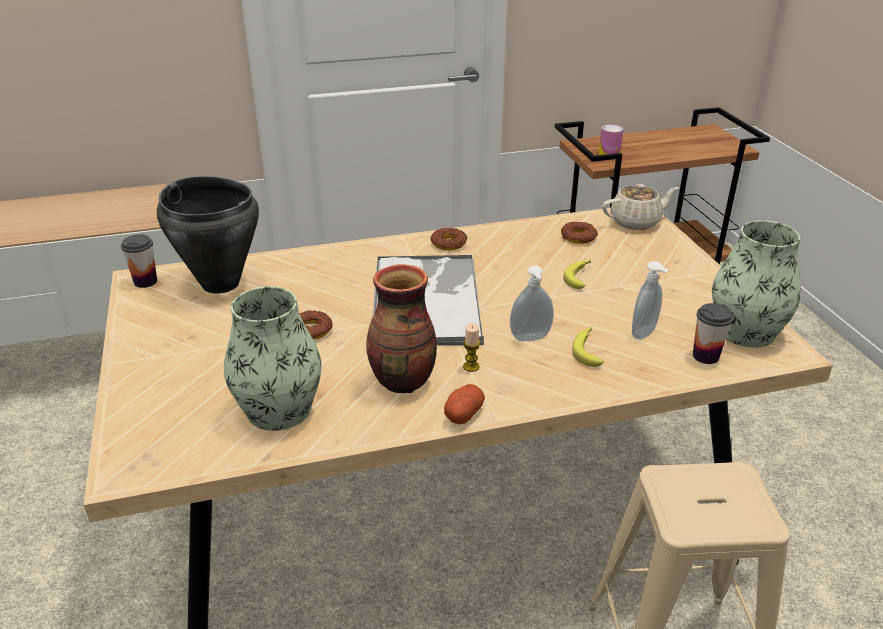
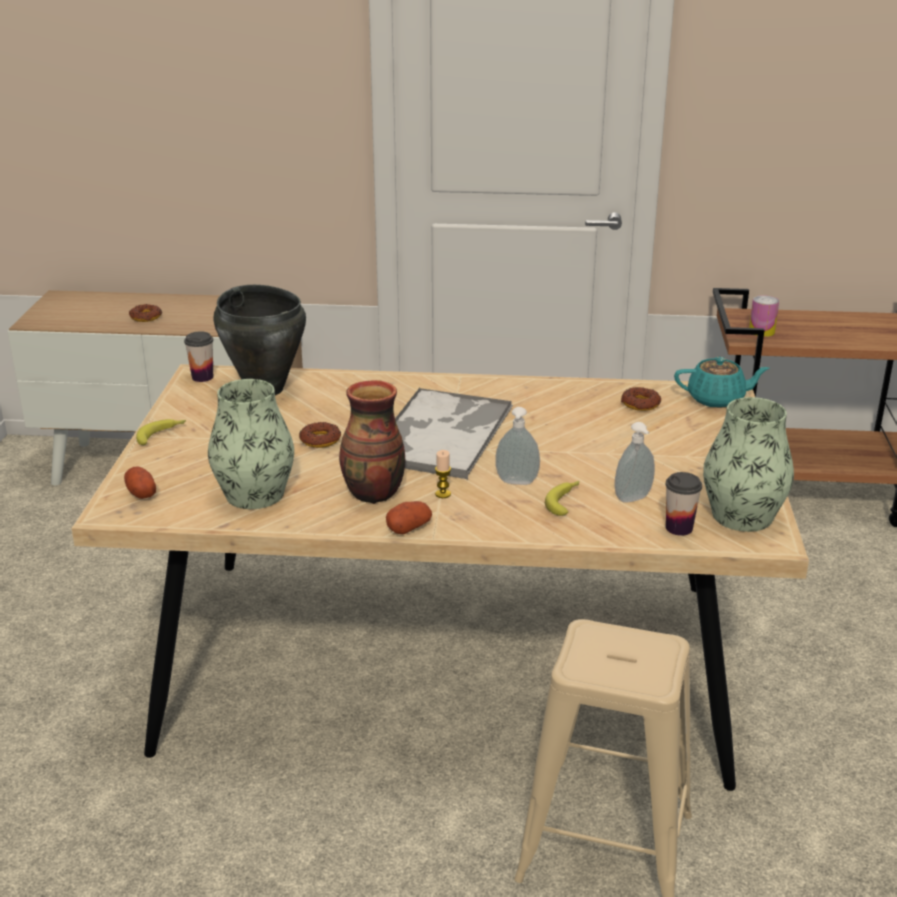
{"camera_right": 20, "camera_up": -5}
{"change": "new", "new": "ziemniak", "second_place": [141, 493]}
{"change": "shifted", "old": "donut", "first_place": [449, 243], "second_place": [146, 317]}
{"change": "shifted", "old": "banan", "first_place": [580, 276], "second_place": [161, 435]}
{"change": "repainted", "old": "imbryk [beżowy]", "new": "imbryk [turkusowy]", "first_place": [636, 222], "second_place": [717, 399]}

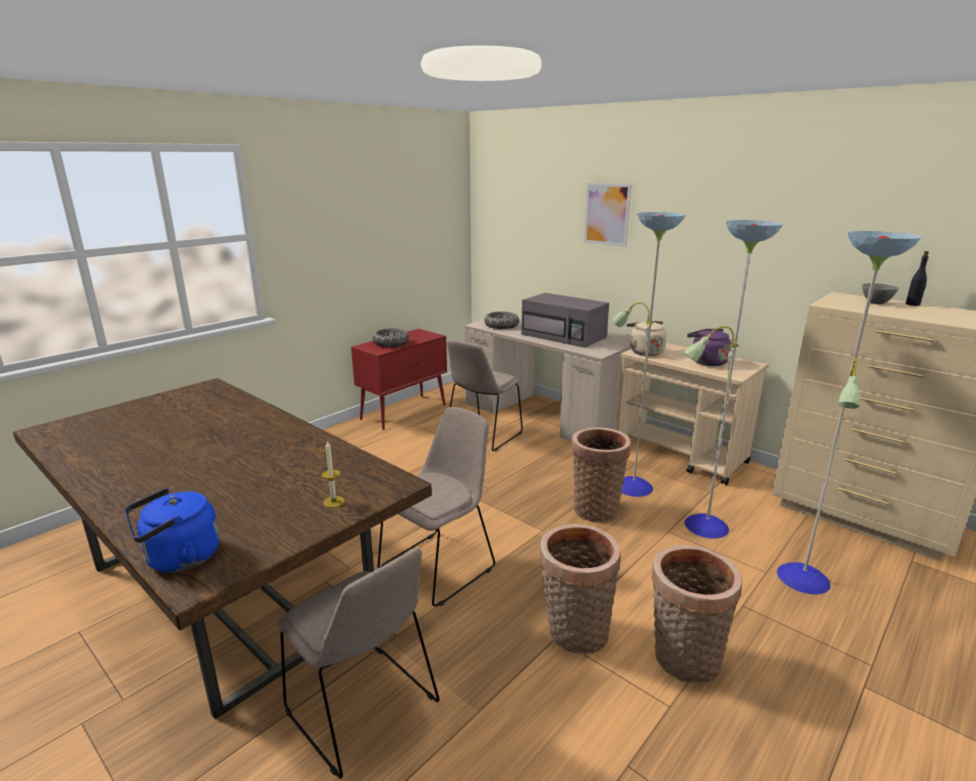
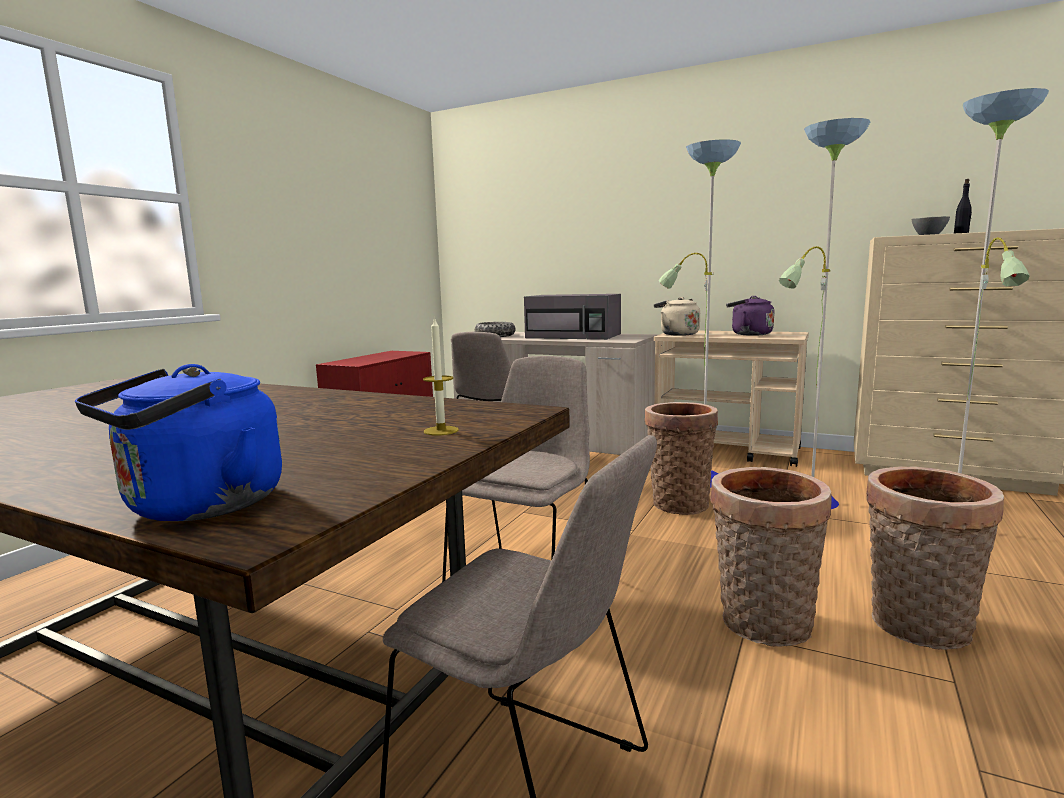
{"camera_right": -15, "camera_up": -10}
{"change": "gone", "old": "miska", "first_place": [391, 343]}
{"change": "gone", "old": "obraz", "first_place": [607, 214]}

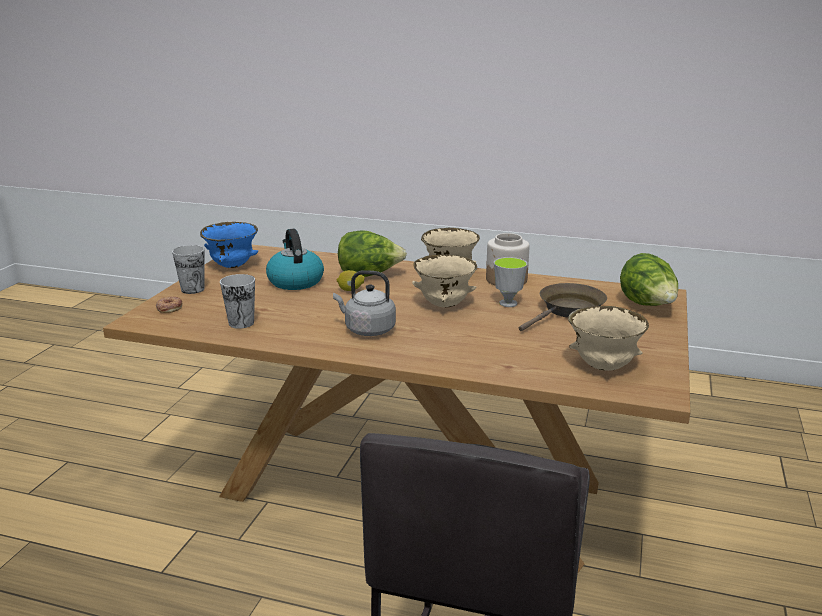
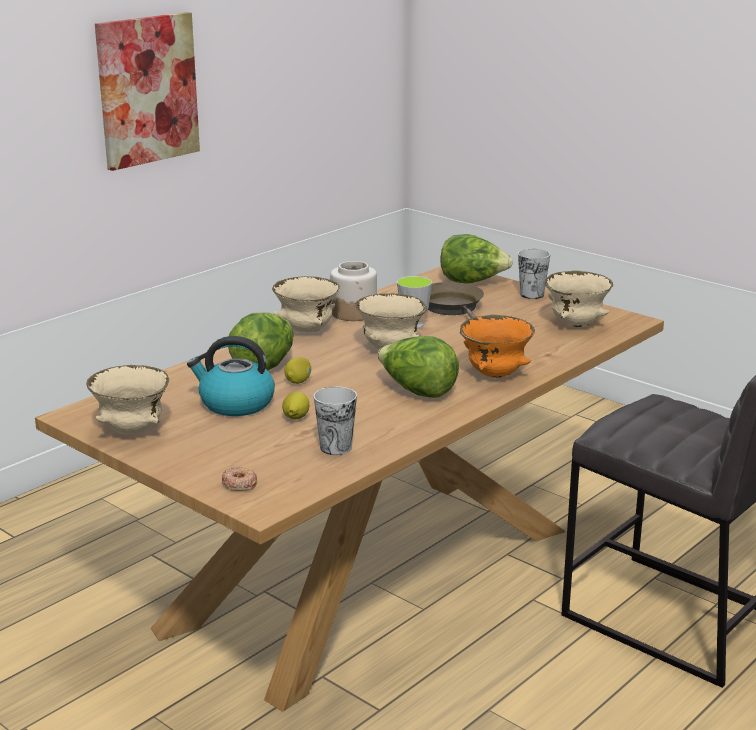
{"camera_right": -65, "camera_up": 0}
{"change": "repainted", "old": "miska [niebieski]", "new": "miska [beżowy]", "first_place": [231, 266], "second_place": [132, 431]}
{"change": "new", "new": "obraz", "second_place": [147, 90]}
{"change": "new", "new": "cytryna", "second_place": [295, 418]}
{"change": "swapped", "old": "czajnik [szary]", "new": "sałata", "first_place": [367, 330], "second_place": [417, 391]}
{"change": "new", "new": "miska [pomarańczowy]", "second_place": [494, 375]}
{"change": "shifted", "old": "filiżanka", "first_place": [192, 289], "second_place": [532, 295]}

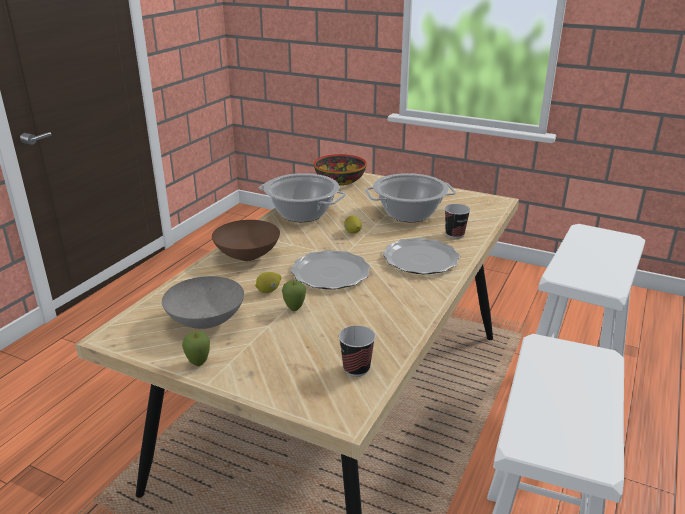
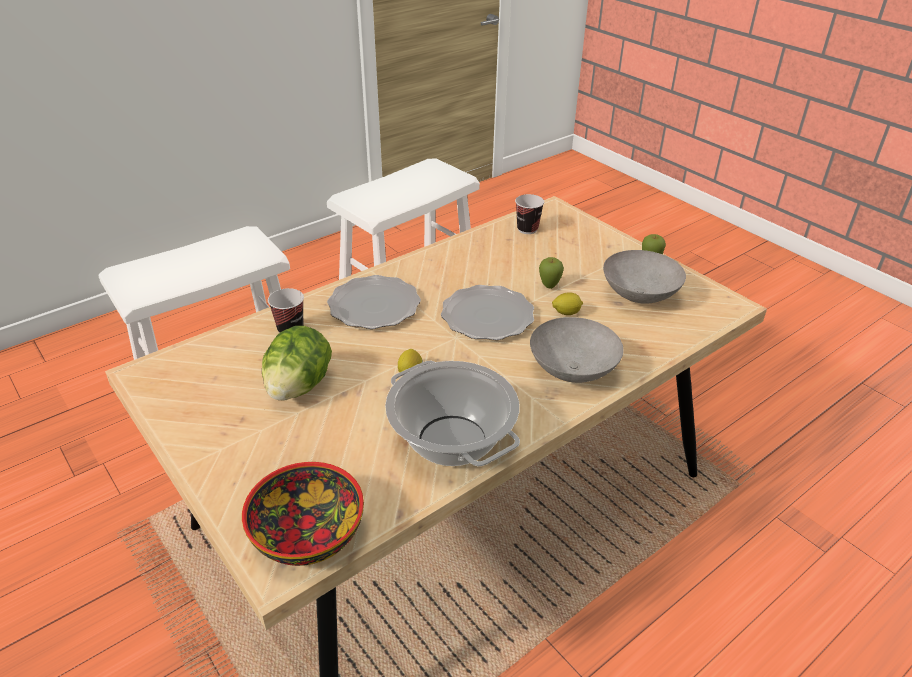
{"camera_right": -155, "camera_up": 10}
{"change": "swapped", "old": "garnek", "new": "sałata", "first_place": [408, 214], "second_place": [299, 386]}
{"change": "repainted", "old": "miska [brązowy]", "new": "miska [szary]", "first_place": [248, 256], "second_place": [572, 370]}

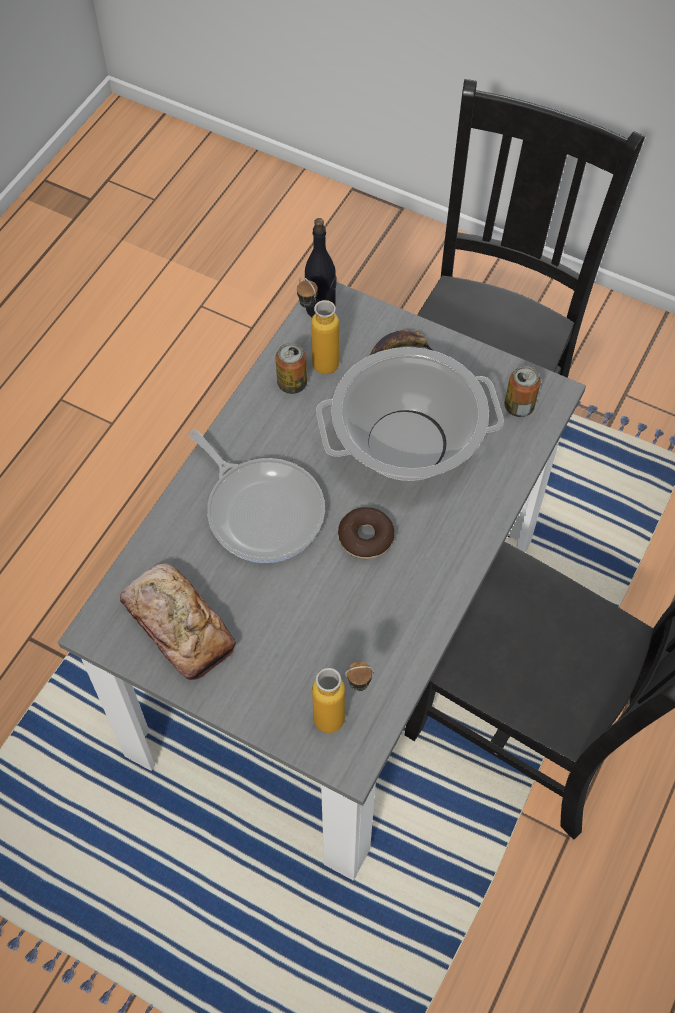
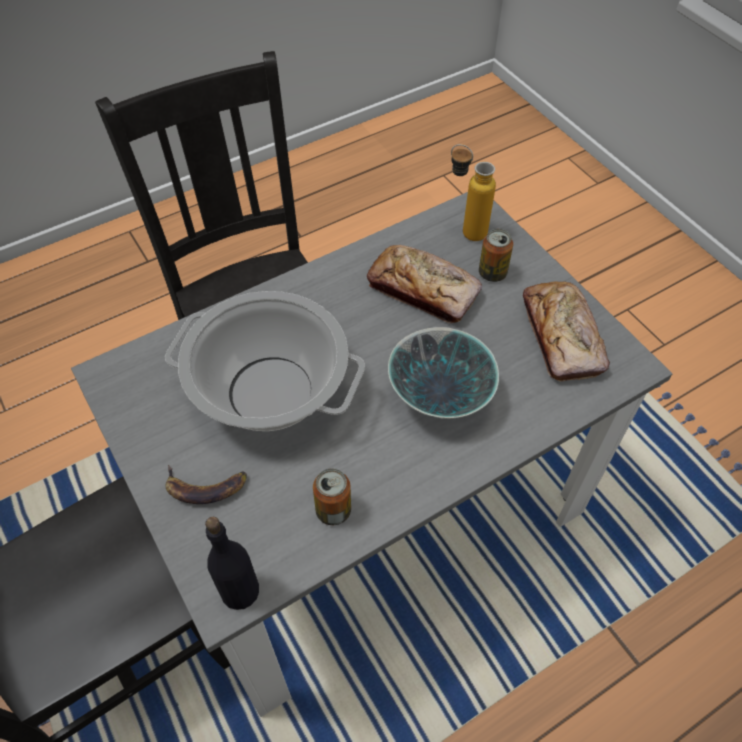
{"camera_right": -150, "camera_up": -5}
{"change": "new", "new": "chleb", "second_place": [423, 291]}
{"change": "swapped", "old": "patelnia", "new": "miska", "first_place": [262, 510], "second_place": [440, 397]}
{"change": "shifted", "old": "puszka", "first_place": [519, 406], "second_place": [492, 273]}
{"change": "gone", "old": "butelka", "first_place": [318, 358]}
{"change": "gone", "old": "donut", "first_place": [366, 538]}

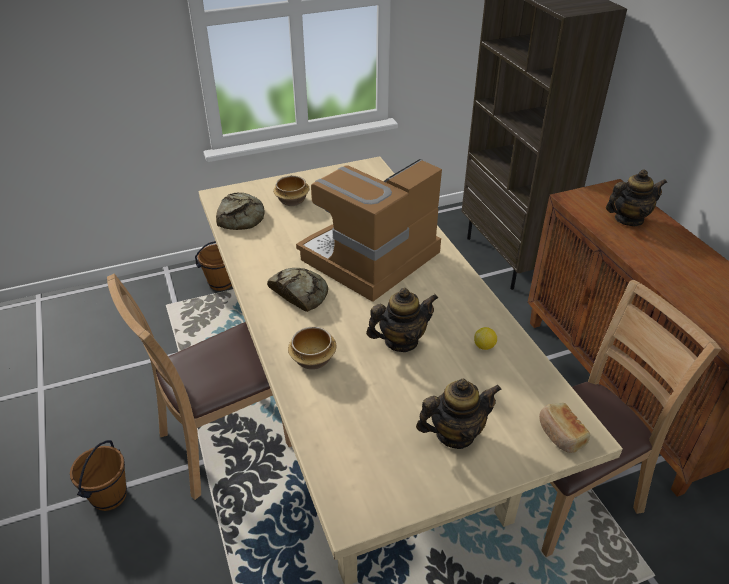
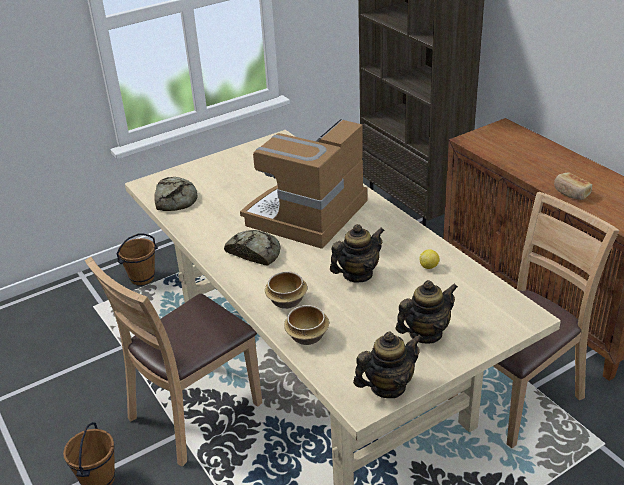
{"camera_right": -10, "camera_up": -5}
{"change": "shifted", "old": "miska", "first_place": [293, 201], "second_place": [308, 336]}
{"change": "shifted", "old": "imbryk", "first_place": [628, 219], "second_place": [387, 386]}
{"change": "shifted", "old": "chleb", "first_place": [560, 434], "second_place": [571, 193]}

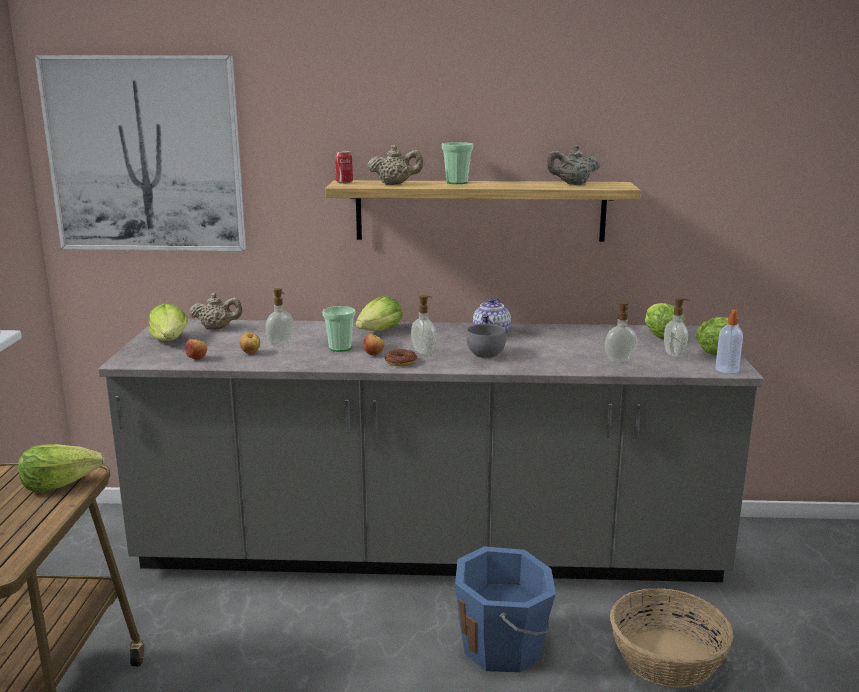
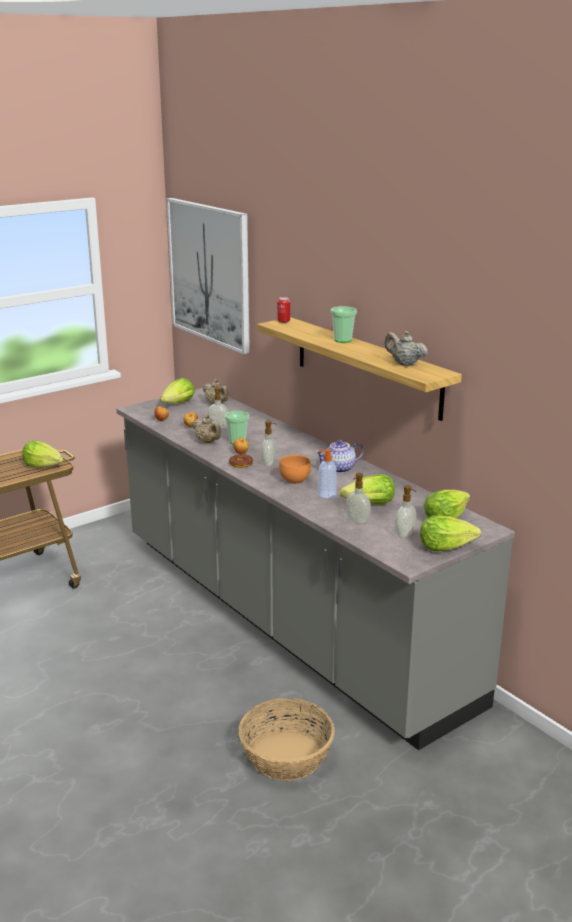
{"camera_right": 50, "camera_up": 5}
{"change": "shifted", "old": "imbryk [beżowy]", "first_place": [395, 184], "second_place": [208, 442]}
{"change": "repainted", "old": "miska [szary]", "new": "miska [pomarańczowy]", "first_place": [486, 355], "second_place": [294, 481]}
{"change": "shifted", "old": "dozownik mydła", "first_place": [726, 370], "second_place": [326, 494]}
{"change": "shifted", "old": "sałata", "first_place": [379, 332], "second_place": [369, 504]}
{"change": "gone", "old": "wiadro [niebieski]", "first_place": [504, 647]}

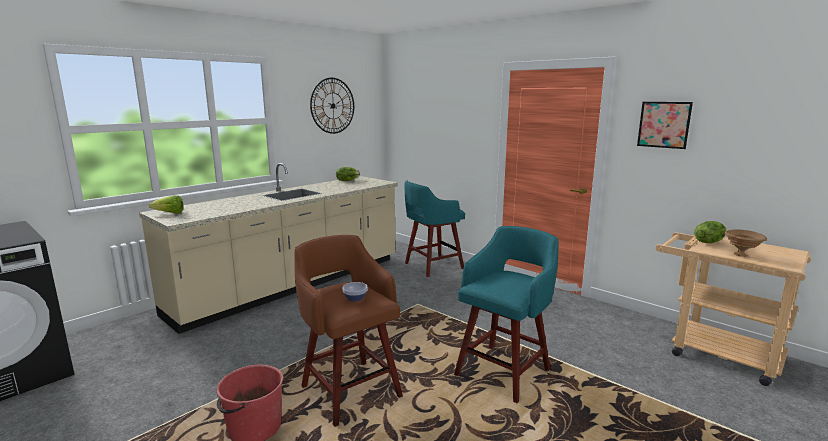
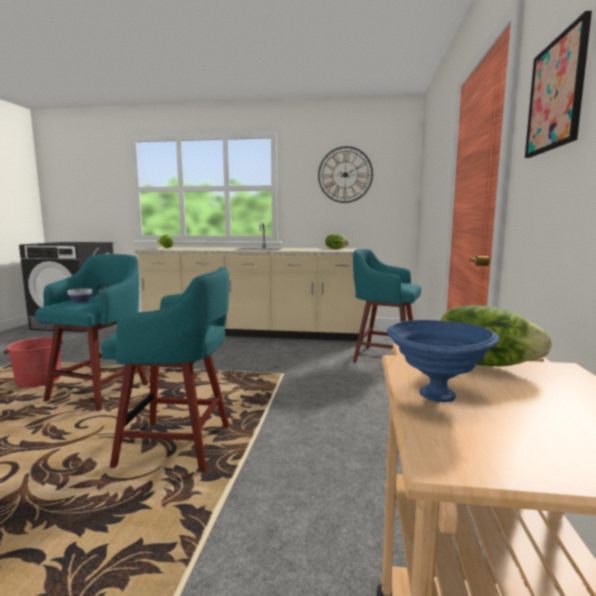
{"camera_right": 55, "camera_up": -5}
{"change": "repainted", "old": "stołek [brązowy]", "new": "stołek [turkusowy]", "first_place": [349, 390], "second_place": [101, 391]}
{"change": "repainted", "old": "miska [brązowy]", "new": "miska [niebieski]", "first_place": [741, 255], "second_place": [437, 396]}

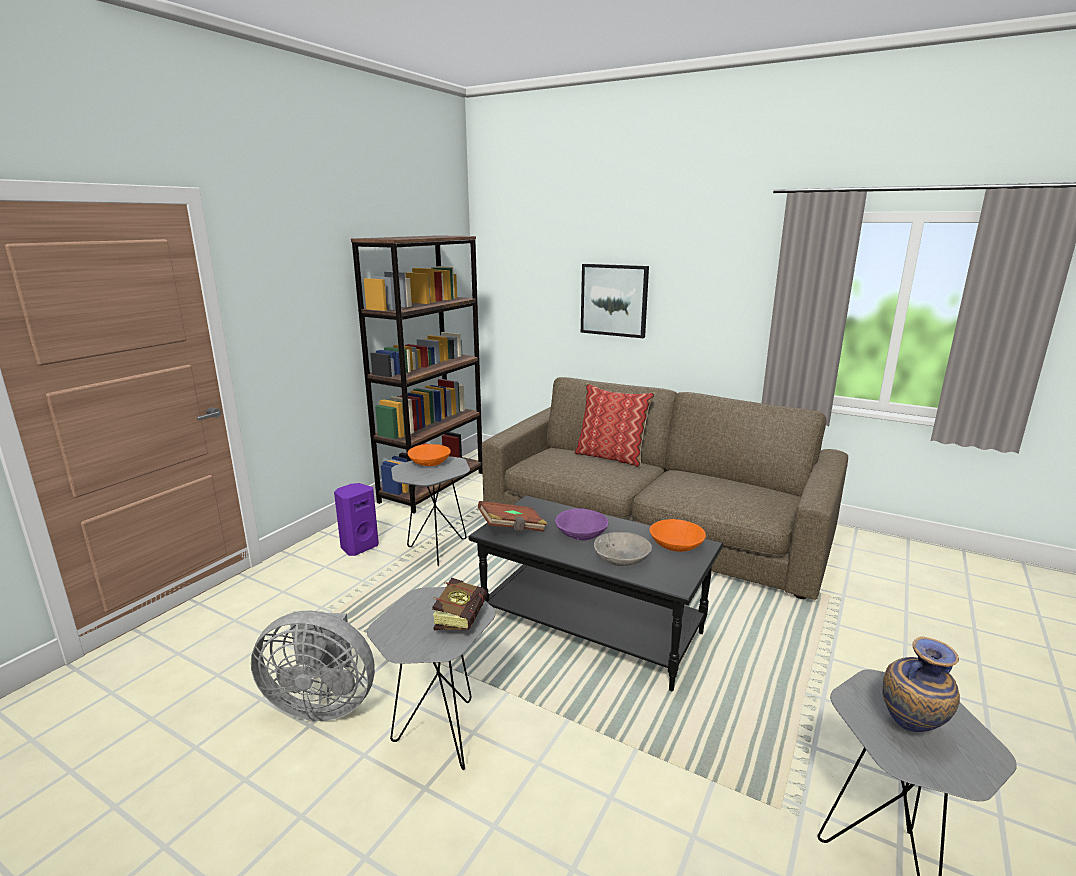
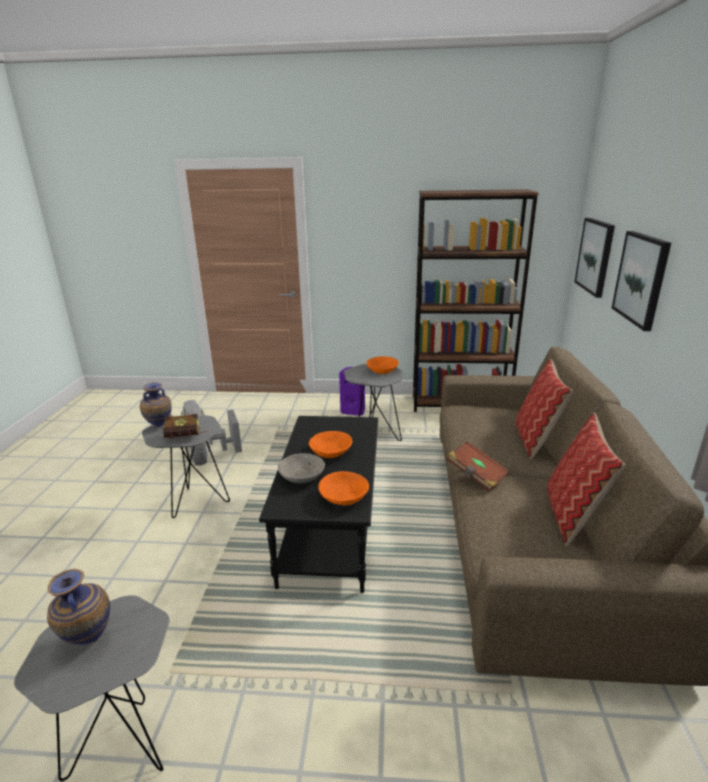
{"camera_right": 65, "camera_up": 5}
{"change": "new", "new": "wazon", "second_place": [159, 427]}
{"change": "repainted", "old": "miska [fioletowy]", "new": "miska [pomarańczowy]", "first_place": [580, 534], "second_place": [331, 452]}
{"change": "shifted", "old": "książka [brązowy]", "first_place": [512, 528], "second_place": [476, 475]}
{"change": "new", "new": "poduszka", "second_place": [572, 515]}
{"change": "new", "new": "obraz", "second_place": [595, 256]}

